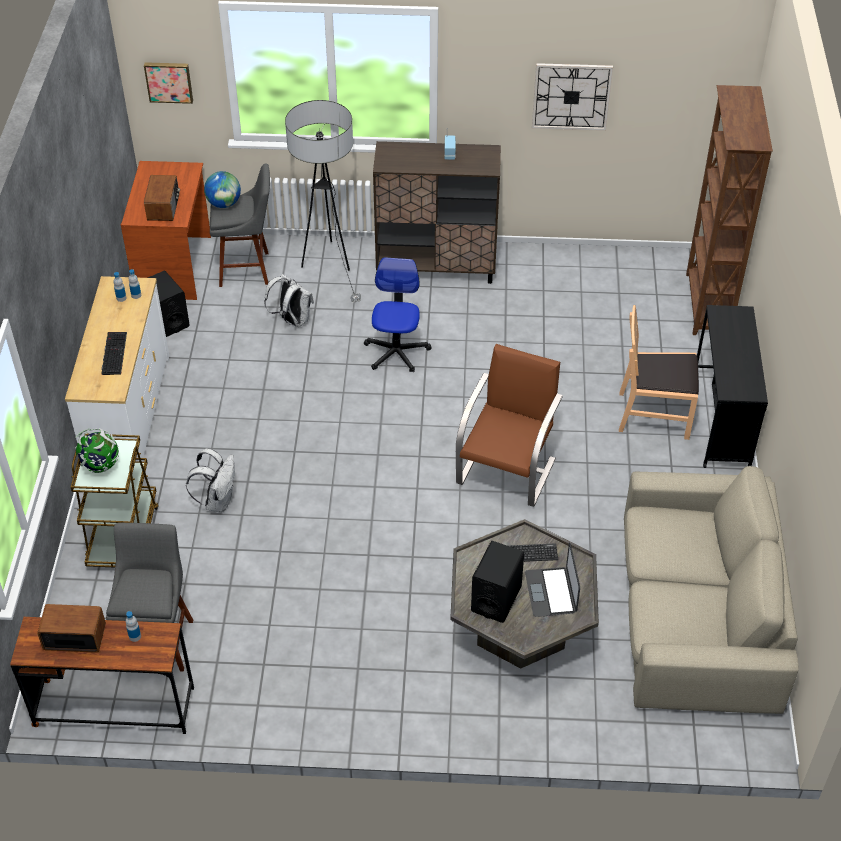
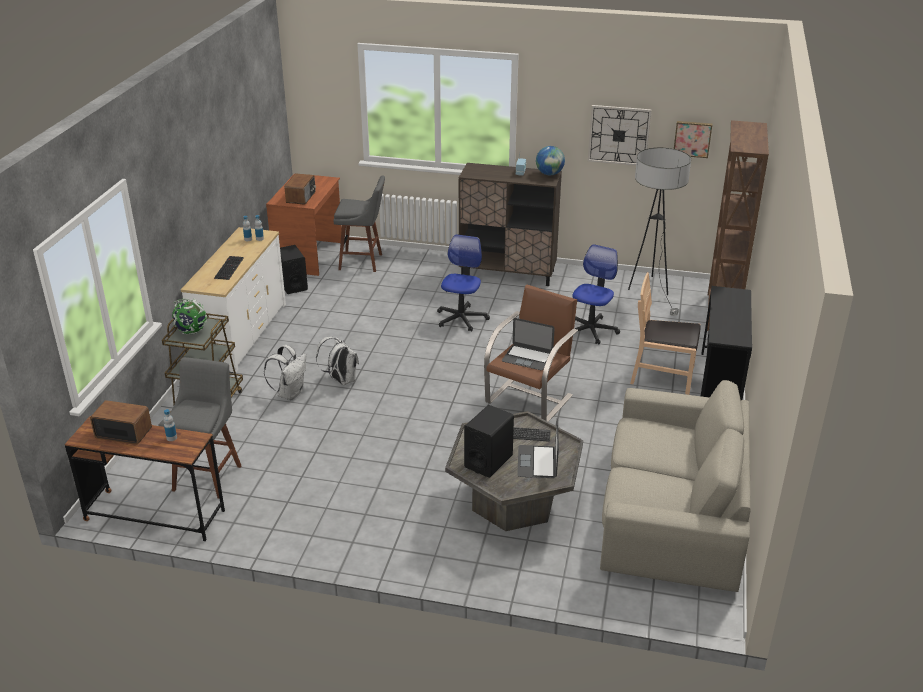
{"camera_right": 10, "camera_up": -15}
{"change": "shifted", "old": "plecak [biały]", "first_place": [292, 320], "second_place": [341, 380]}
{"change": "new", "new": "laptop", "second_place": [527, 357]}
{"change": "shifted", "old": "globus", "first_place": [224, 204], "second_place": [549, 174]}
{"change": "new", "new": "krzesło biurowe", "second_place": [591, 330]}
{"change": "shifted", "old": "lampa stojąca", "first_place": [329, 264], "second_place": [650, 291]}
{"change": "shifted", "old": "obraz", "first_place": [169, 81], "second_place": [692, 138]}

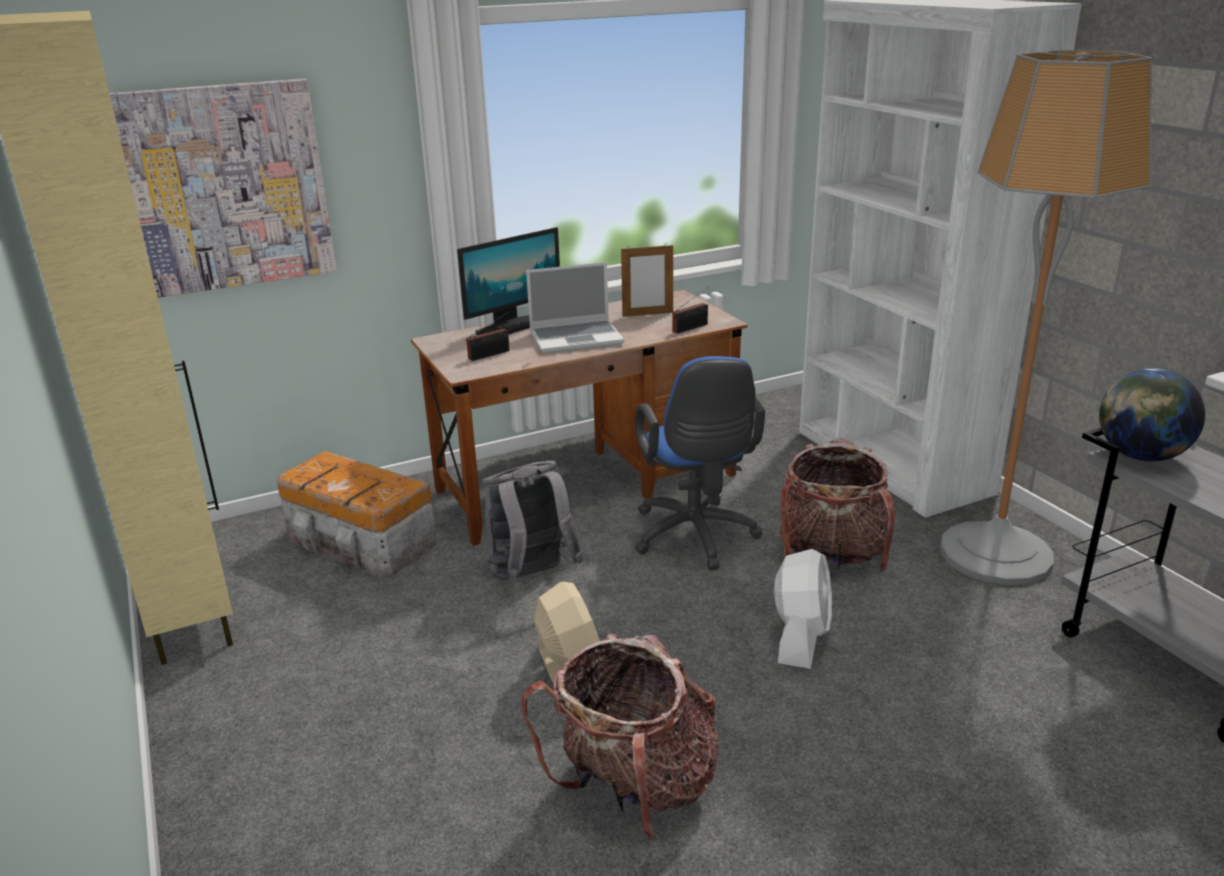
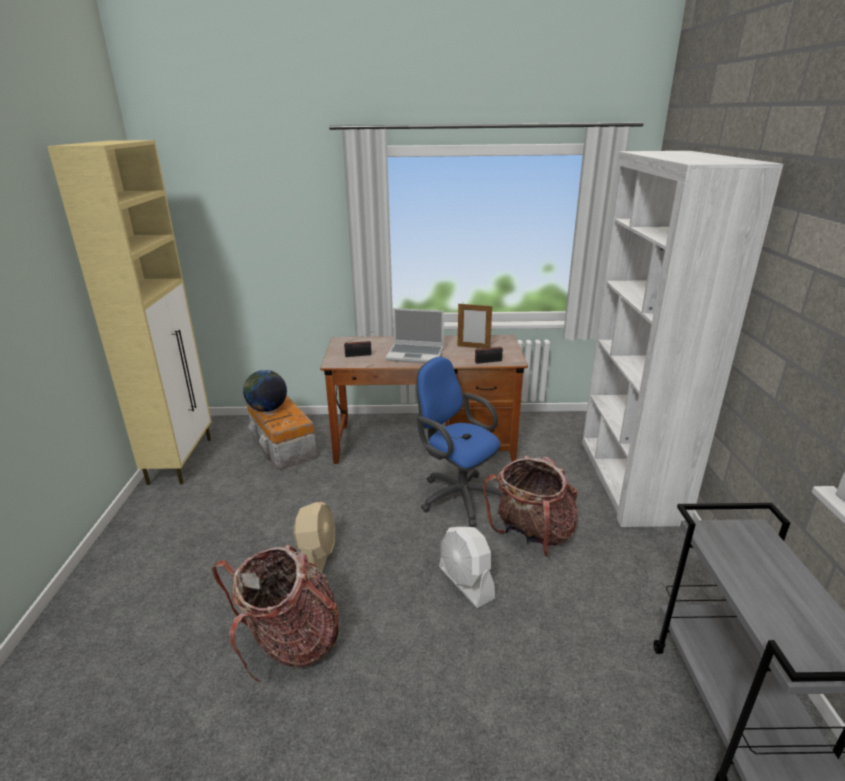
{"camera_right": 25, "camera_up": 0}
{"change": "shifted", "old": "globus", "first_place": [1140, 456], "second_place": [267, 409]}
{"change": "rotated", "old": "krzesło biurowe [niebieski]", "first_place": [695, 538], "second_place": [457, 496], "degrees": 120}
{"change": "rotated", "old": "wentylator [biały]", "first_place": [800, 637], "second_place": [466, 583], "degrees": 105}
{"change": "gone", "old": "obraz", "first_place": [222, 188]}
{"change": "gone", "old": "monitor", "first_place": [514, 327]}
{"change": "gone", "old": "plecak [szary]", "first_place": [531, 576]}
{"change": "gone", "old": "lampa stojąca", "first_place": [995, 554]}

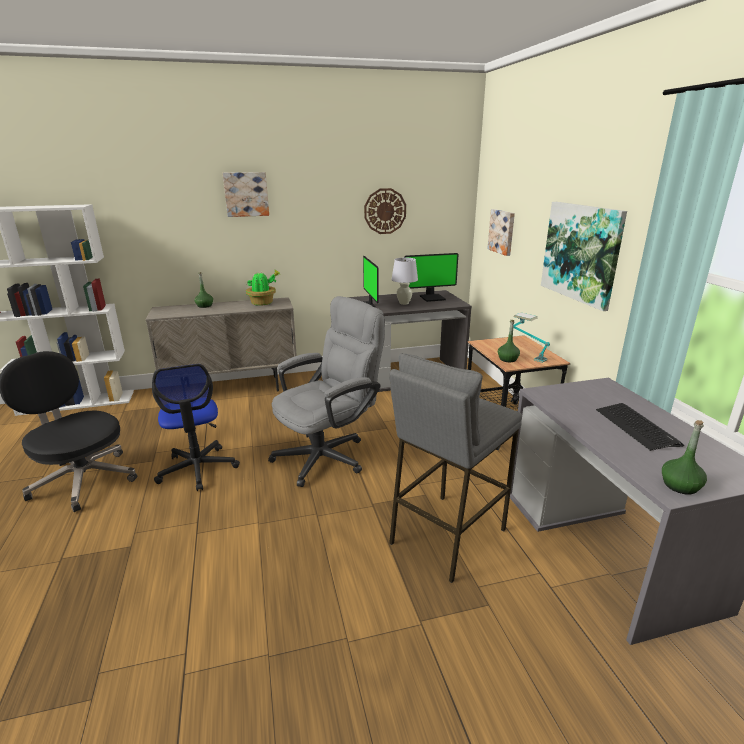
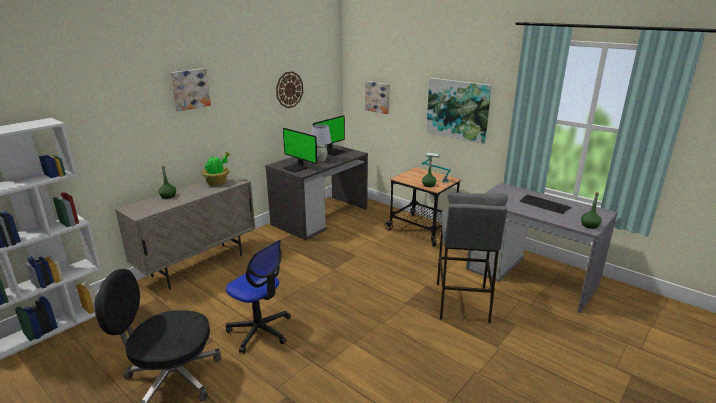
{"camera_right": -35, "camera_up": 0}
{"change": "gone", "old": "krzesło biurowe [szary]", "first_place": [329, 454]}

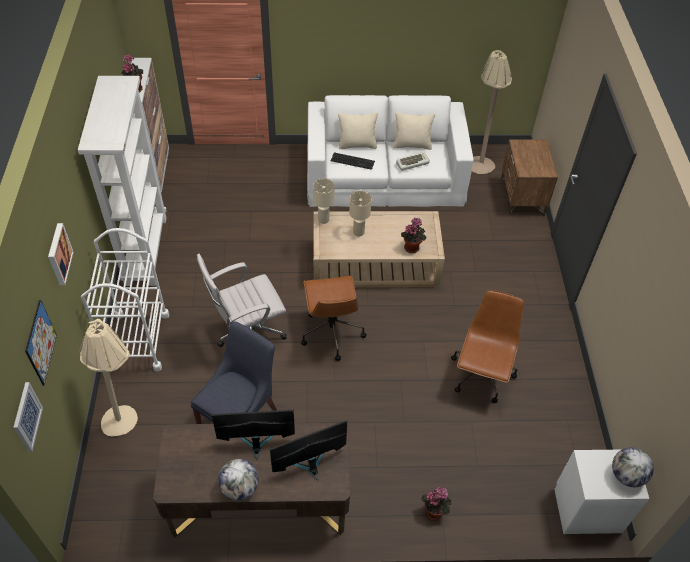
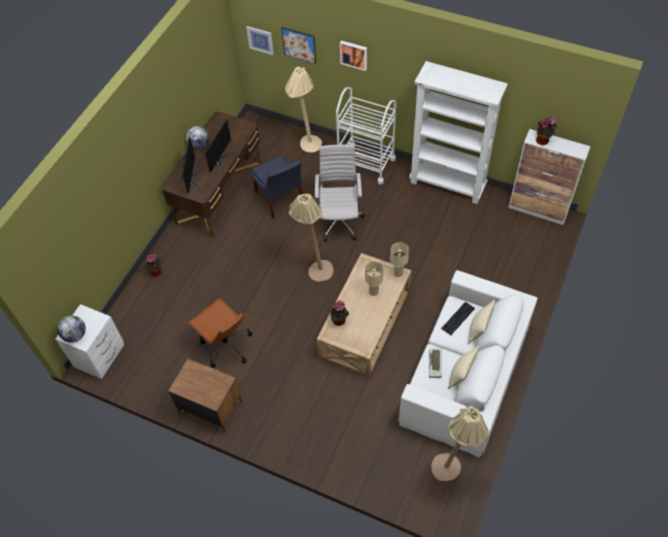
{"camera_right": 120, "camera_up": 5}
{"change": "shifted", "old": "szafka nocna [brązowy]", "first_place": [522, 198], "second_place": [210, 407]}
{"change": "swapped", "old": "krzesło biurowe [brązowy]", "new": "lampa stojąca [beżowy]", "first_place": [331, 332], "second_place": [315, 269]}

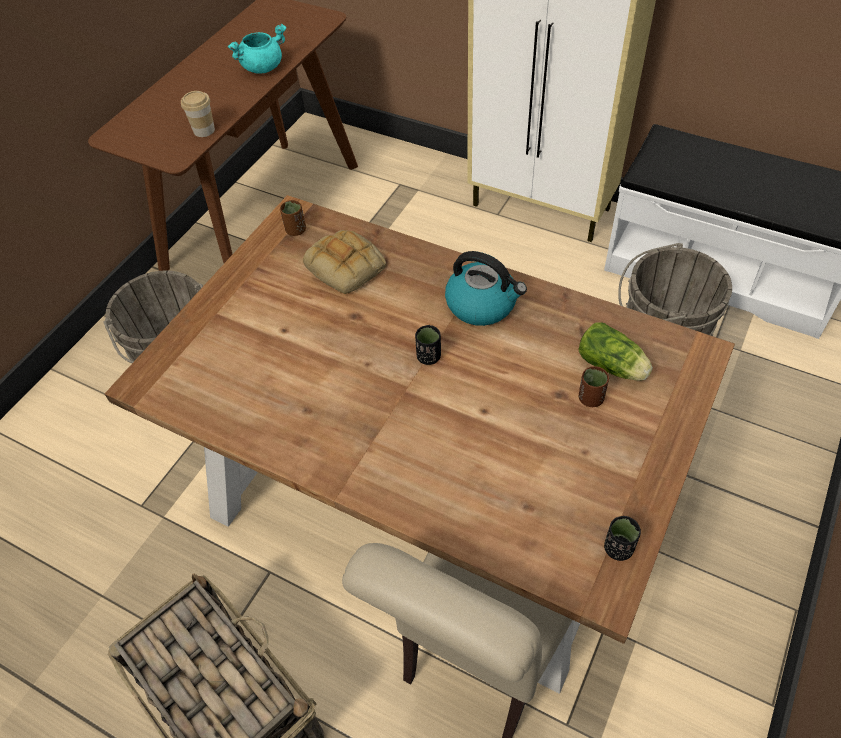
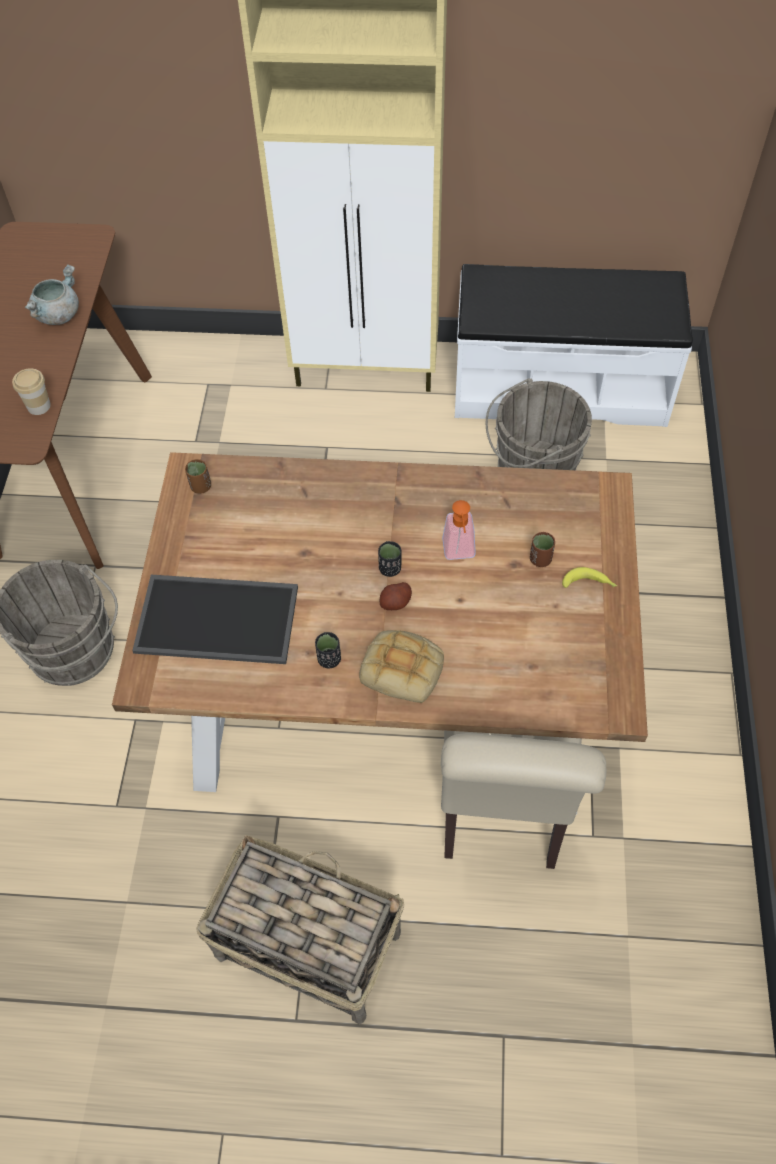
{"camera_right": -25, "camera_up": 5}
{"change": "repainted", "old": "garnek [turkusowy]", "new": "garnek [szary]", "first_place": [262, 67], "second_place": [58, 314]}
{"change": "new", "new": "taca", "second_place": [219, 617]}
{"change": "shifted", "old": "filiżanka [czarny]", "first_place": [618, 548], "second_place": [329, 659]}
{"change": "shifted", "old": "chleb", "first_place": [347, 266], "second_place": [404, 669]}
{"change": "new", "new": "ziemniak", "second_place": [395, 602]}
{"change": "new", "new": "dozownik mydła", "second_place": [459, 553]}
{"change": "new", "new": "banan", "second_place": [589, 584]}
{"change": "gone", "old": "czajnik", "first_place": [482, 304]}
{"change": "gone", "old": "sałata", "first_place": [613, 367]}

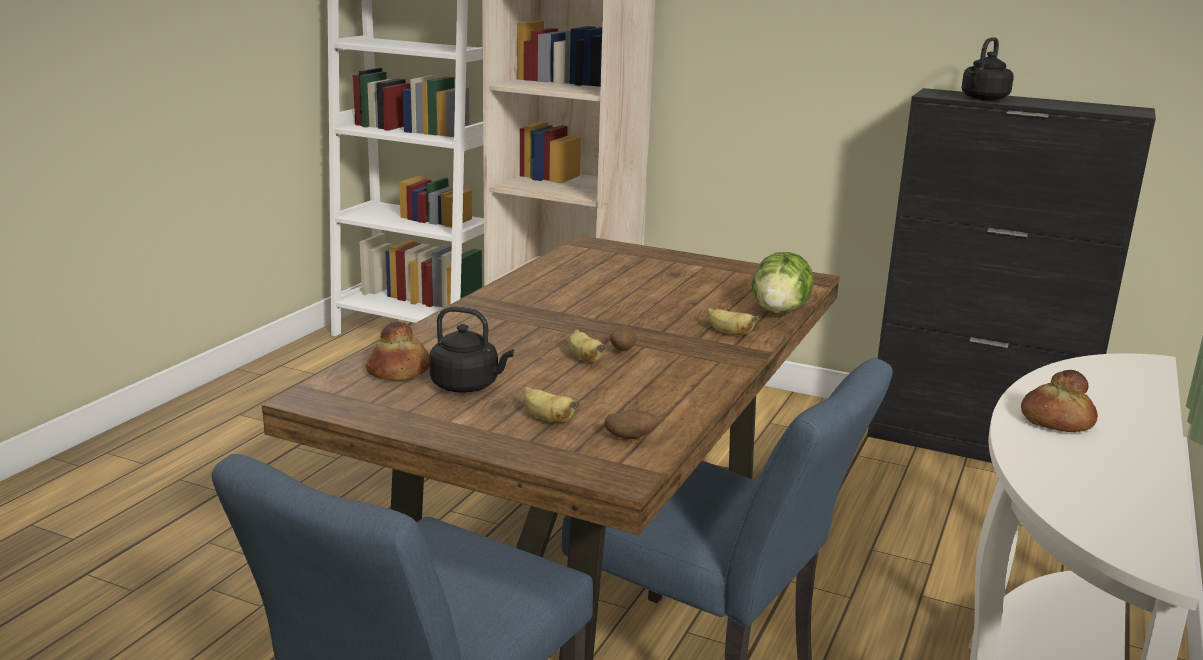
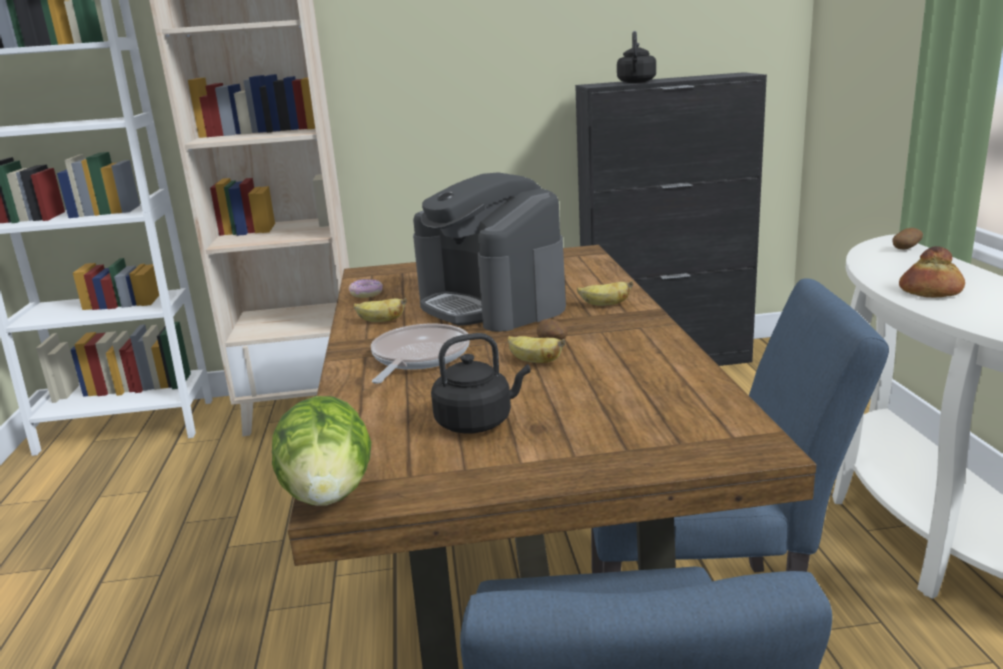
{"camera_right": -30, "camera_up": 0}
{"change": "shifted", "old": "sałata", "first_place": [779, 312], "second_place": [328, 494]}
{"change": "new", "new": "donut", "second_place": [366, 293]}
{"change": "shifted", "old": "banan", "first_place": [546, 419], "second_place": [380, 321]}
{"change": "new", "new": "patelnia", "second_place": [418, 357]}
{"change": "new", "new": "ekspres do kawy", "second_place": [492, 304]}
{"change": "shifted", "old": "ziemniak", "first_place": [630, 438], "second_place": [905, 249]}
{"change": "gone", "old": "chleb", "first_place": [399, 371]}

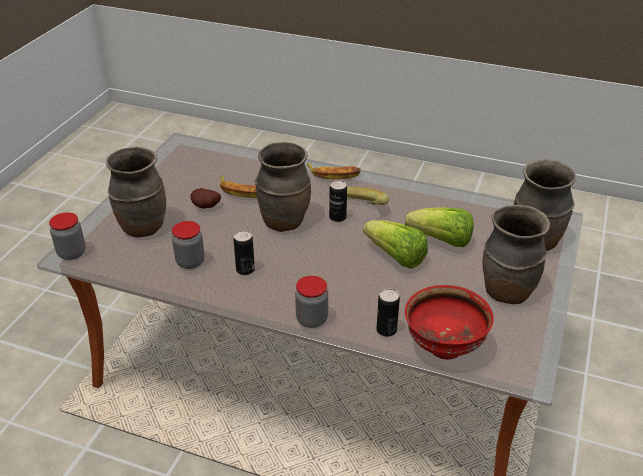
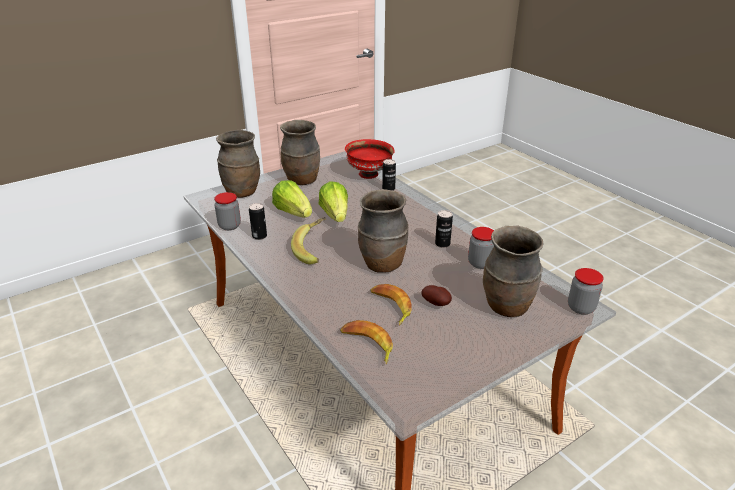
{"camera_right": -145, "camera_up": -5}
{"change": "shifted", "old": "słoik", "first_place": [312, 319], "second_place": [229, 226]}
{"change": "shifted", "old": "puszka", "first_place": [337, 217], "second_place": [259, 236]}
{"change": "shifted", "old": "banan", "first_place": [333, 174], "second_place": [367, 344]}

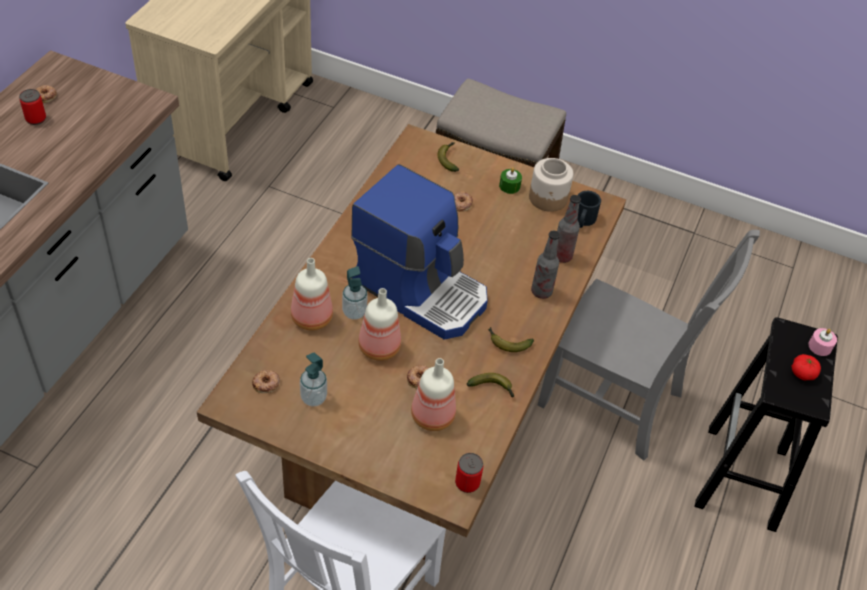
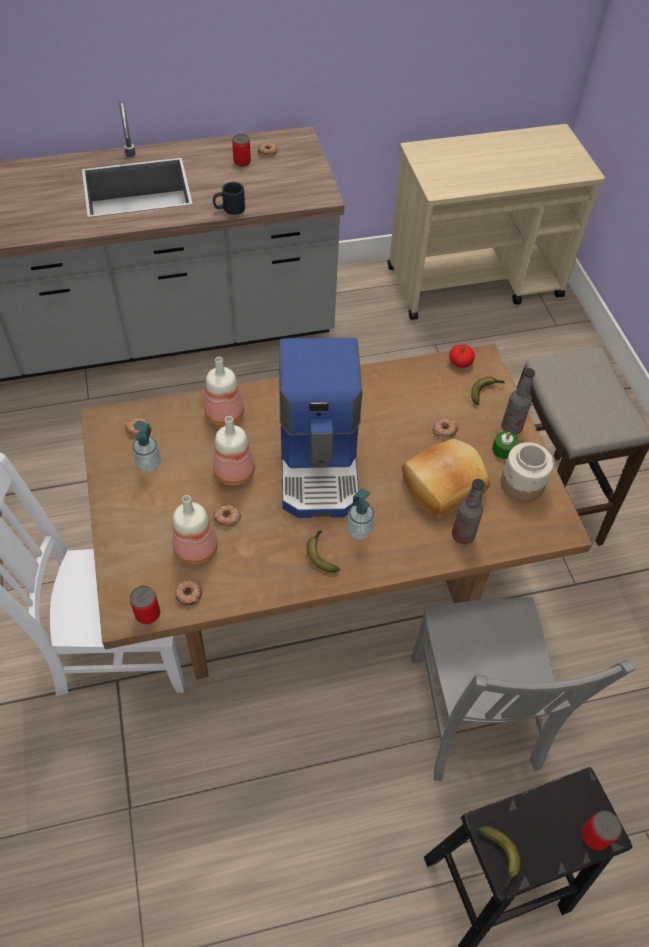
{"camera_right": 55, "camera_up": 5}
{"change": "new", "new": "donut", "second_place": [188, 594]}
{"change": "shifted", "old": "kubek [czarny]", "first_place": [583, 221], "second_place": [229, 209]}
{"change": "shifted", "old": "dozownik mydła", "first_place": [354, 312], "second_place": [359, 531]}
{"change": "new", "new": "chleb", "second_place": [441, 485]}
{"change": "shifted", "old": "pomidor", "first_place": [802, 373], "second_place": [460, 362]}
{"change": "shifted", "old": "banan", "first_place": [493, 388], "second_place": [499, 857]}
{"change": "shifted", "old": "butelka", "first_place": [541, 292], "second_place": [511, 428]}
{"change": "swapped", "old": "świeca [różowy]", "new": "puszka", "first_place": [820, 346], "second_place": [595, 836]}

